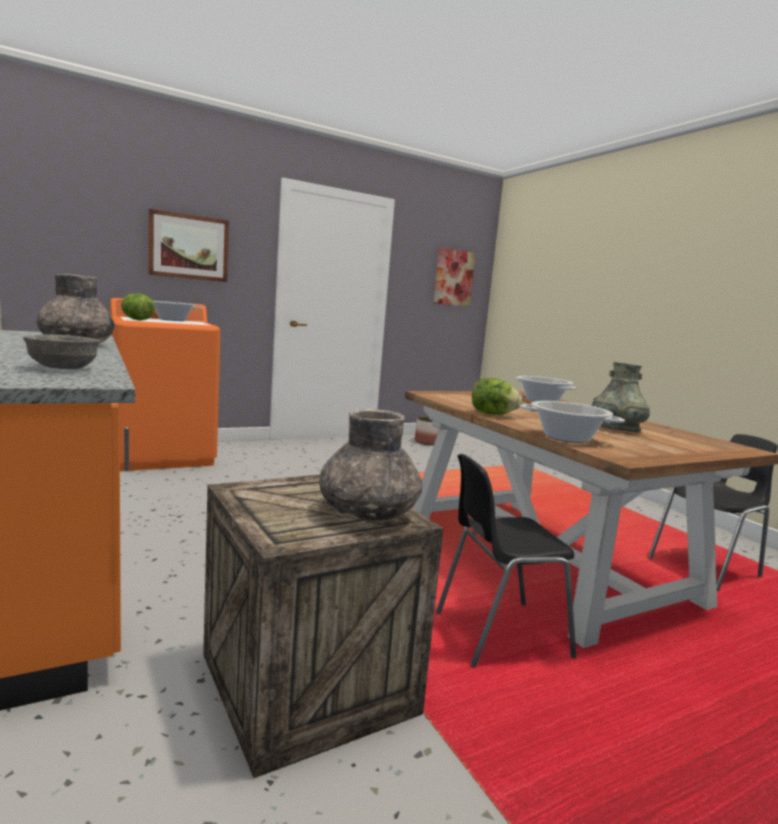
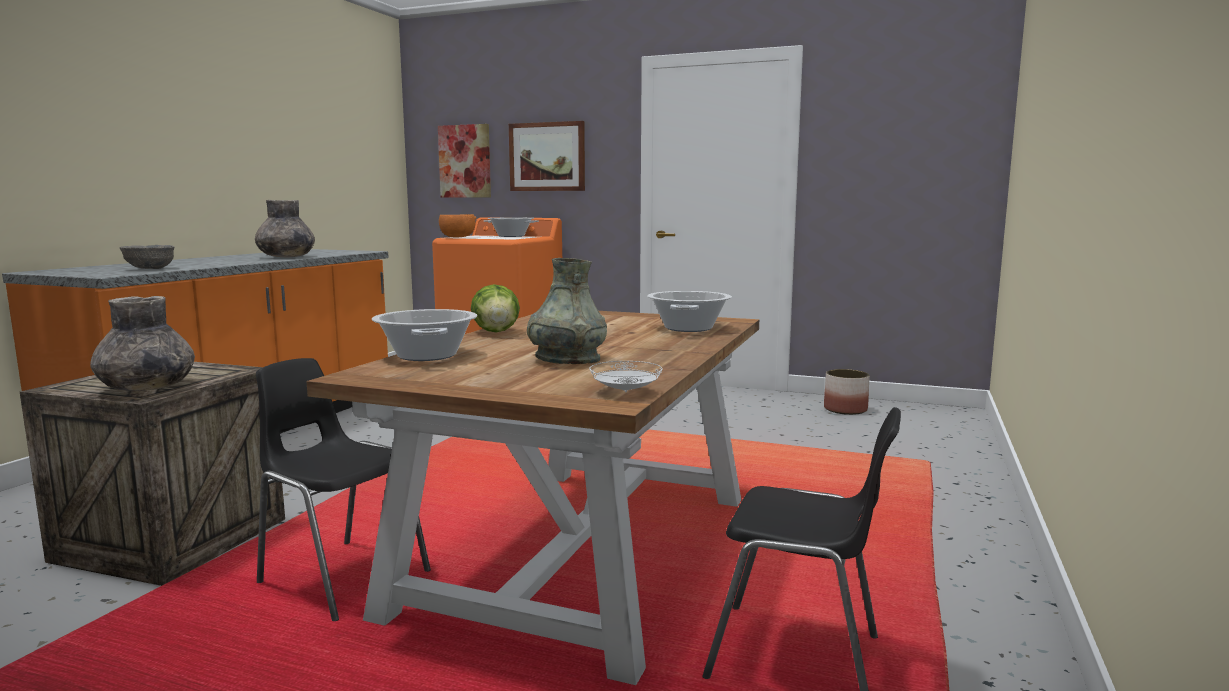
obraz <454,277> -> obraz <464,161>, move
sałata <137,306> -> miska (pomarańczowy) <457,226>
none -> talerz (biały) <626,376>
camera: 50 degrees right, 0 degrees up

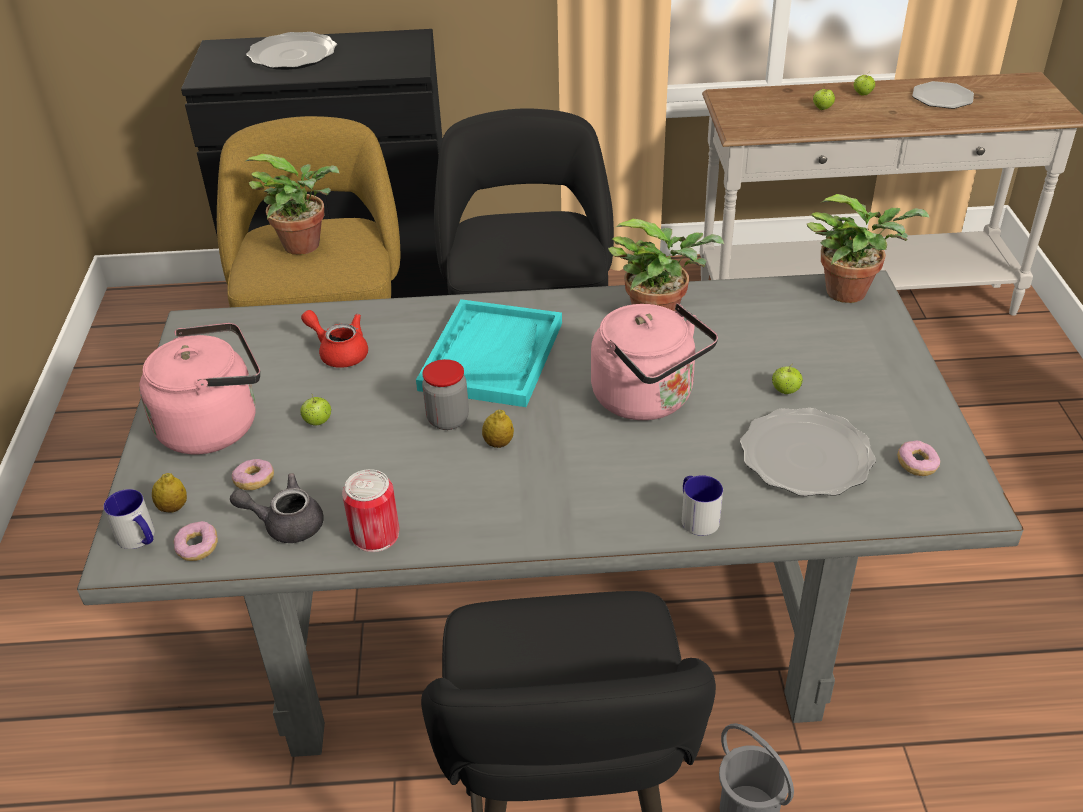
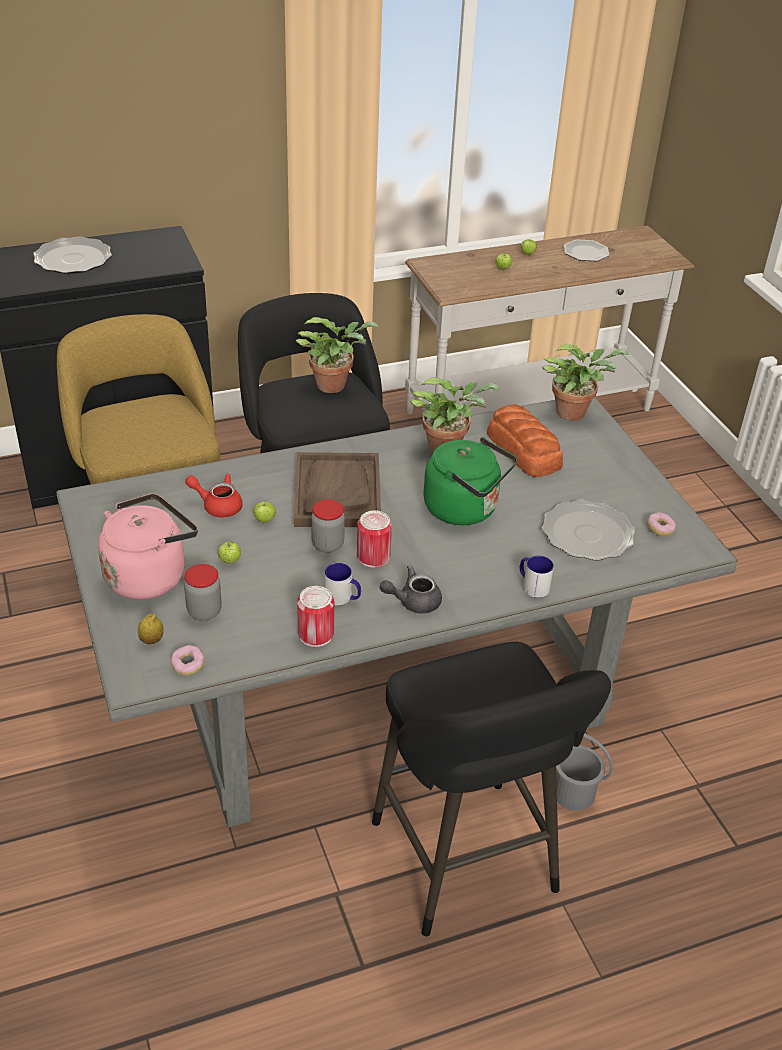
donut <253,474> -> słoik <203,592>
jabłko <787,378> -> jabłko <264,510>, move
taca (turkusowy) <489,353> -> taca (brązowy) <337,489>
roślina doniczkowa <292,204> -> roślina doniczkowa <337,355>, move
kubek <129,519> -> kubek <342,584>, move
cytryna <498,429> -> puszka <374,538>
imbryk (szary) <277,508> -> imbryk (szary) <411,589>, move
czajnik (różowy) <654,361> -> czajnik (zielony) <470,481>
none -> chleb <525,440>
camera: 20 degrees left, 0 degrees up

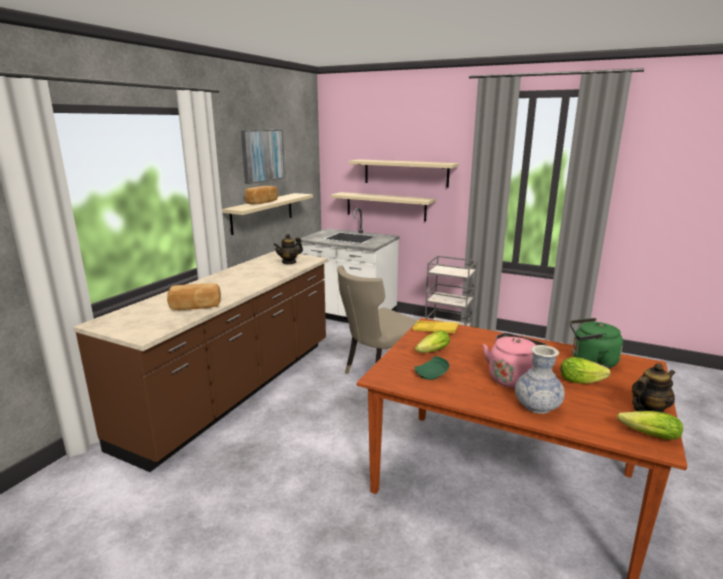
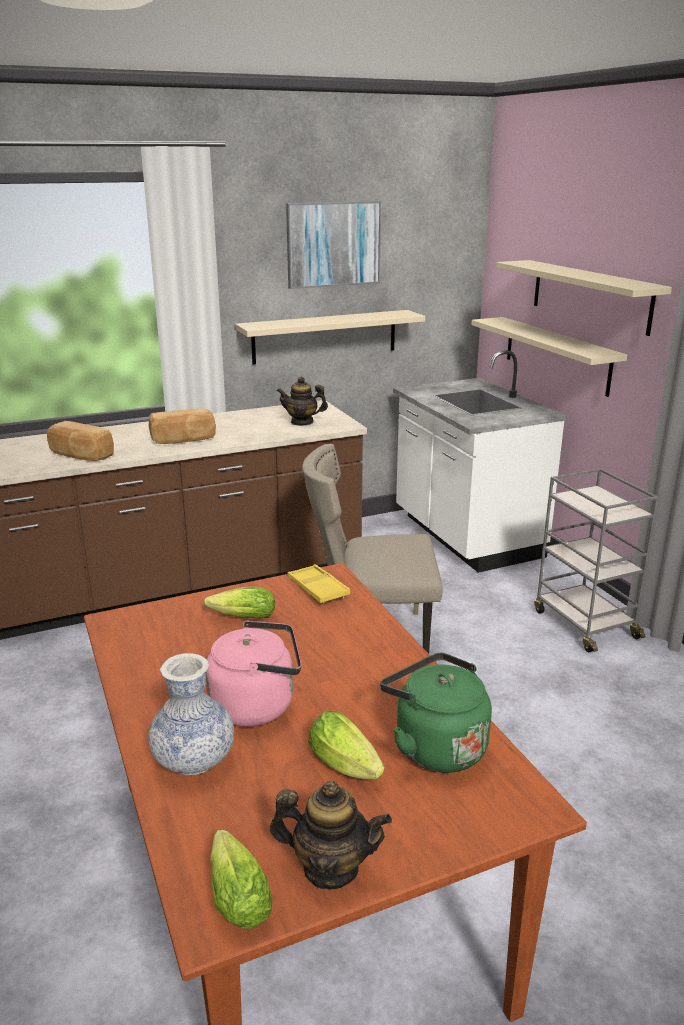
chleb <261,195> -> chleb <182,426>, move
talerz (zielony) <431,368> -> none
camera: 40 degrees right, 5 degrees up

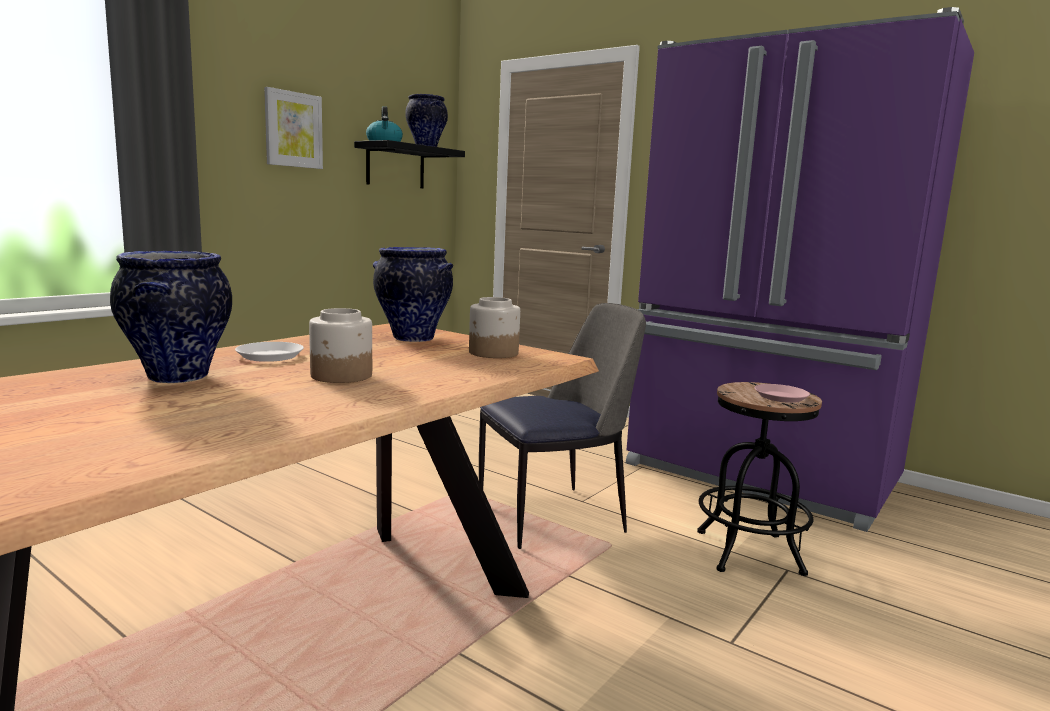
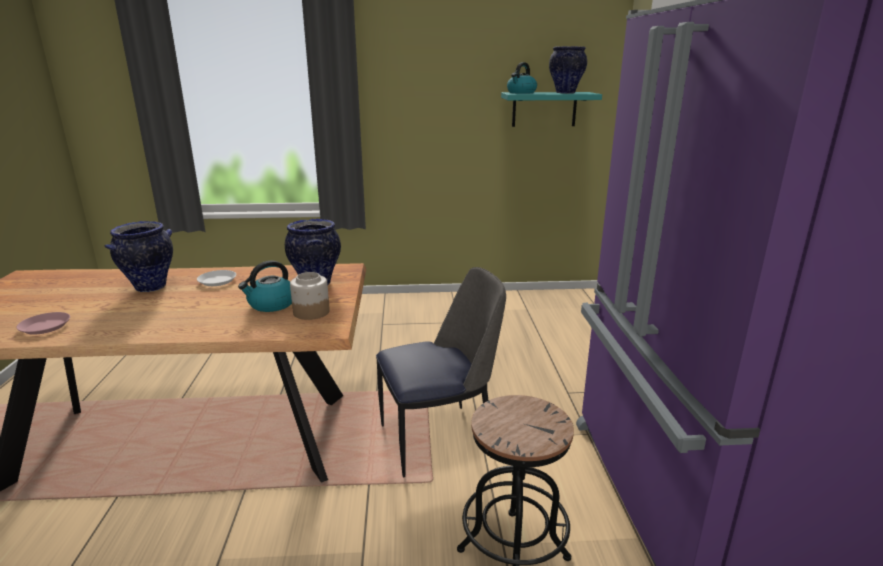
talerz (różowy) <782,393> -> talerz (różowy) <43,323>, move
none -> czajnik <265,286>
krzesło <562,426> -> krzesło <441,372>, 45 degrees counterclockwise
półka (czarny) <409,164> -> półka (turkusowy) <551,109>
obraz <293,128> -> none
słoik <340,345> -> none
camera: 50 degrees right, 10 degrees up

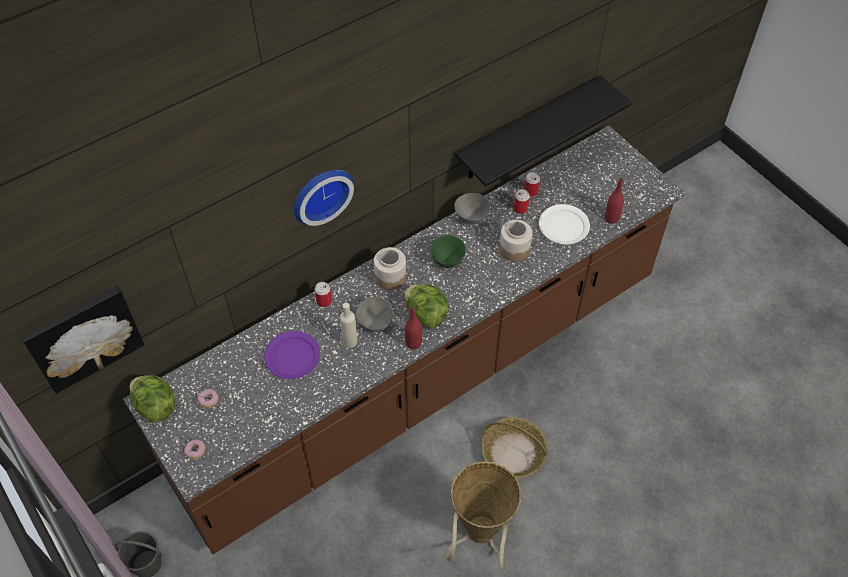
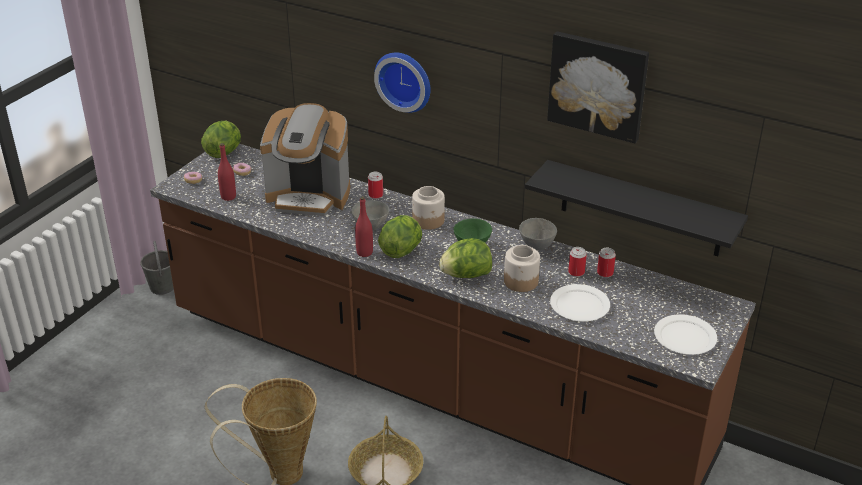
butelka (czerwony) <614,201> -> butelka (czerwony) <227,172>, move
talerz (fioletowy) <292,355> -> ekspres do kawy <305,159>
none -> sałata <465,258>
obraz <83,340> -> obraz <598,87>, move
none -> talerz (biały) <685,334>
butelka (beżowy) <349,325> -> none
camera: 65 degrees right, 20 degrees down

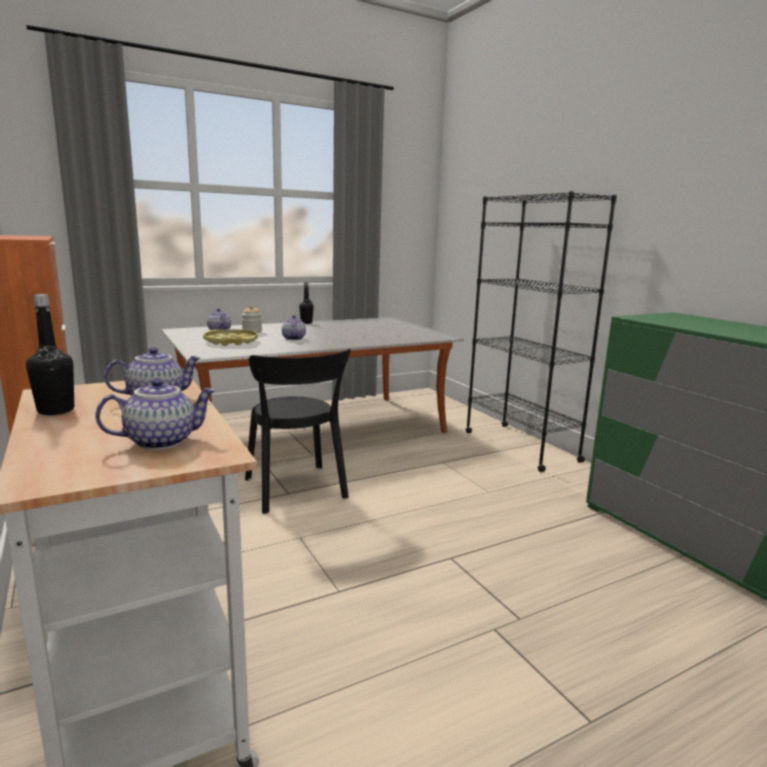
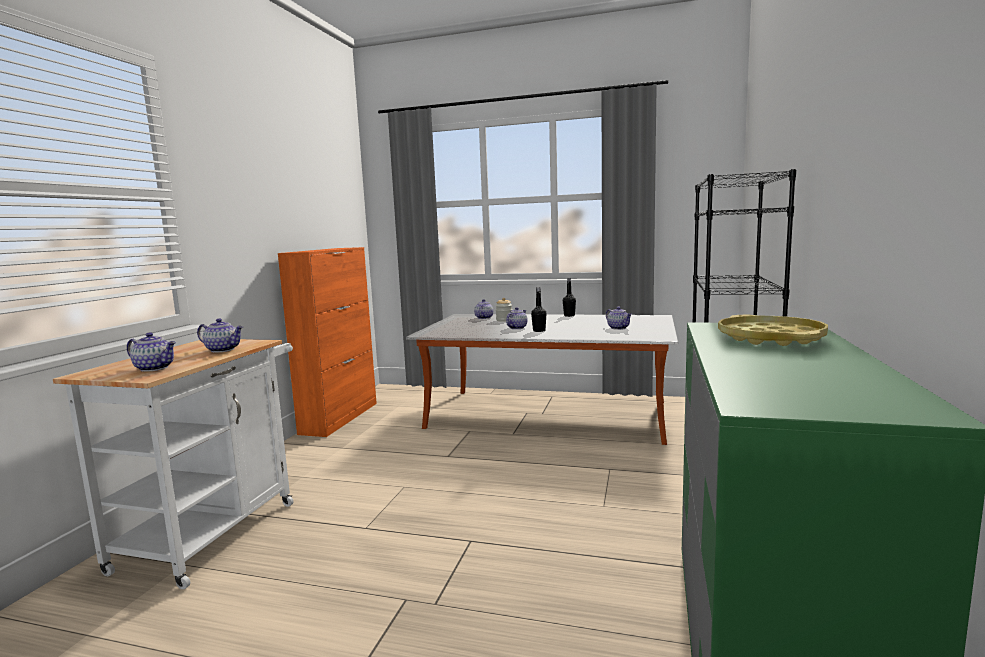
butelka (czarny) <50,354> -> butelka (czarny) <539,309>, move
none -> imbryk <619,318>
taca (żółty) <230,337> -> taca (żółty) <773,330>, move
krzesło (czarny) <298,431> -> none
camera: 45 degrees right, 5 degrees down

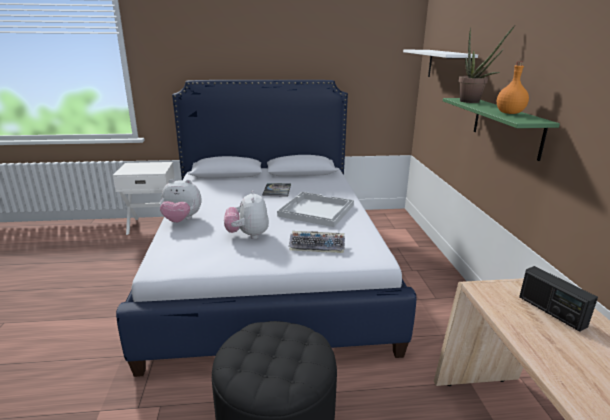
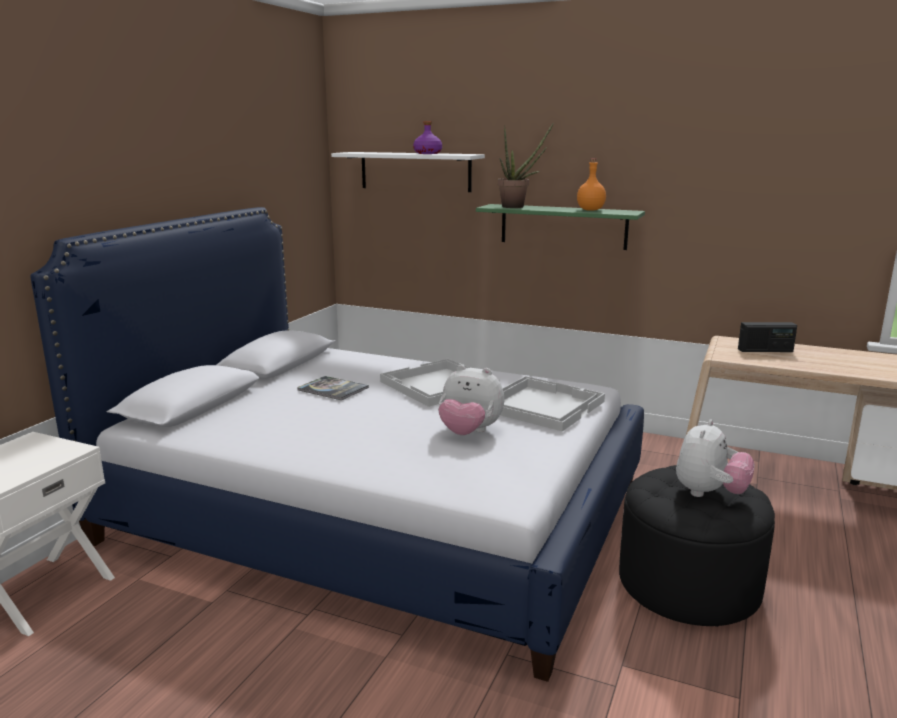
none -> butelka (fioletowy) <427,137>
klawiatura <317,242> -> taca (biały) <552,403>
pluszak <181,201> -> pluszak <715,458>, move
camera: 60 degrees left, 5 degrees down

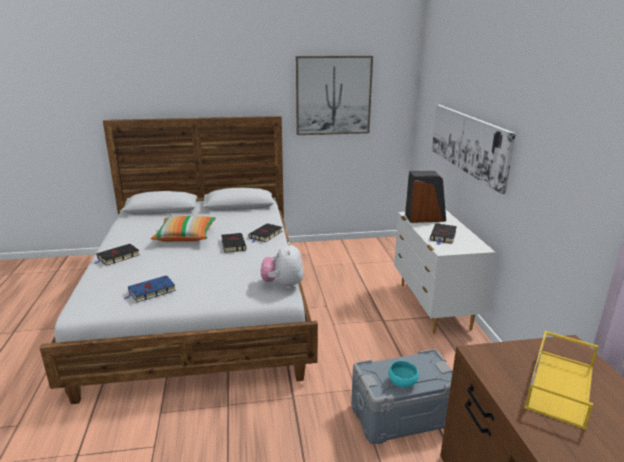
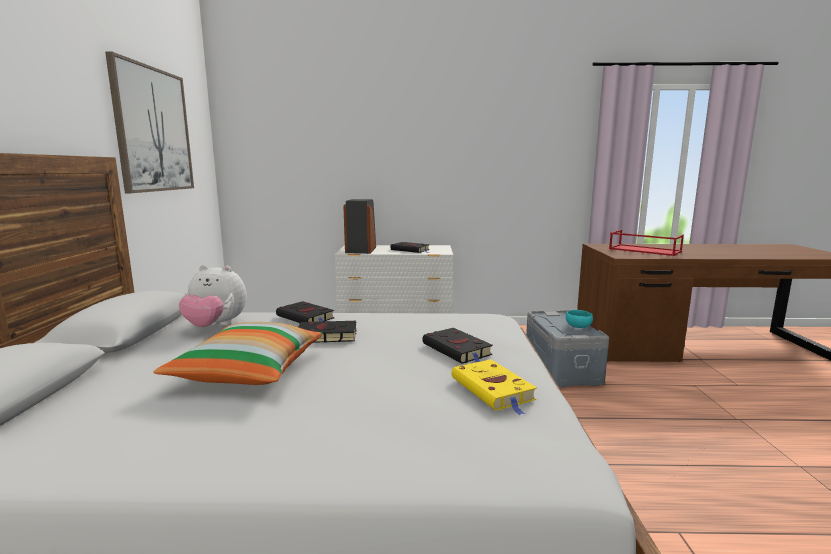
pluszak <282,265> -> pluszak <213,296>, move
książka (czarny) <117,255> -> książka (czarny) <457,346>, move
książka (niebieski) <150,289> -> książka (żółty) <494,387>
taca (żółty) <561,380> -> taca (czerwony) <646,243>
obraz <474,149> -> none
camera: 80 degrees left, 10 degrees down

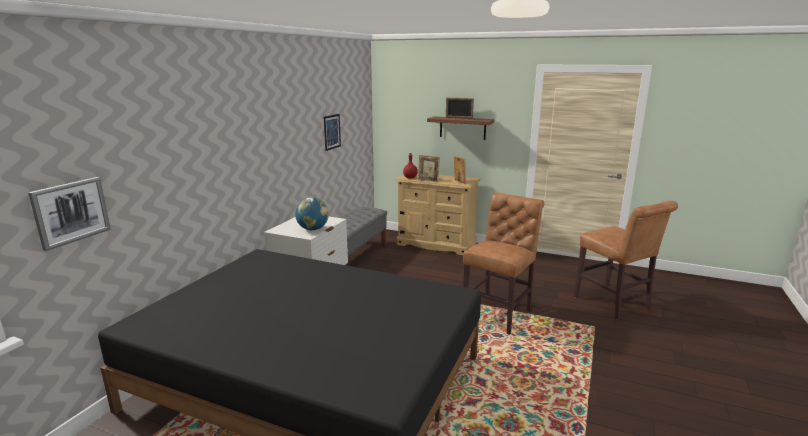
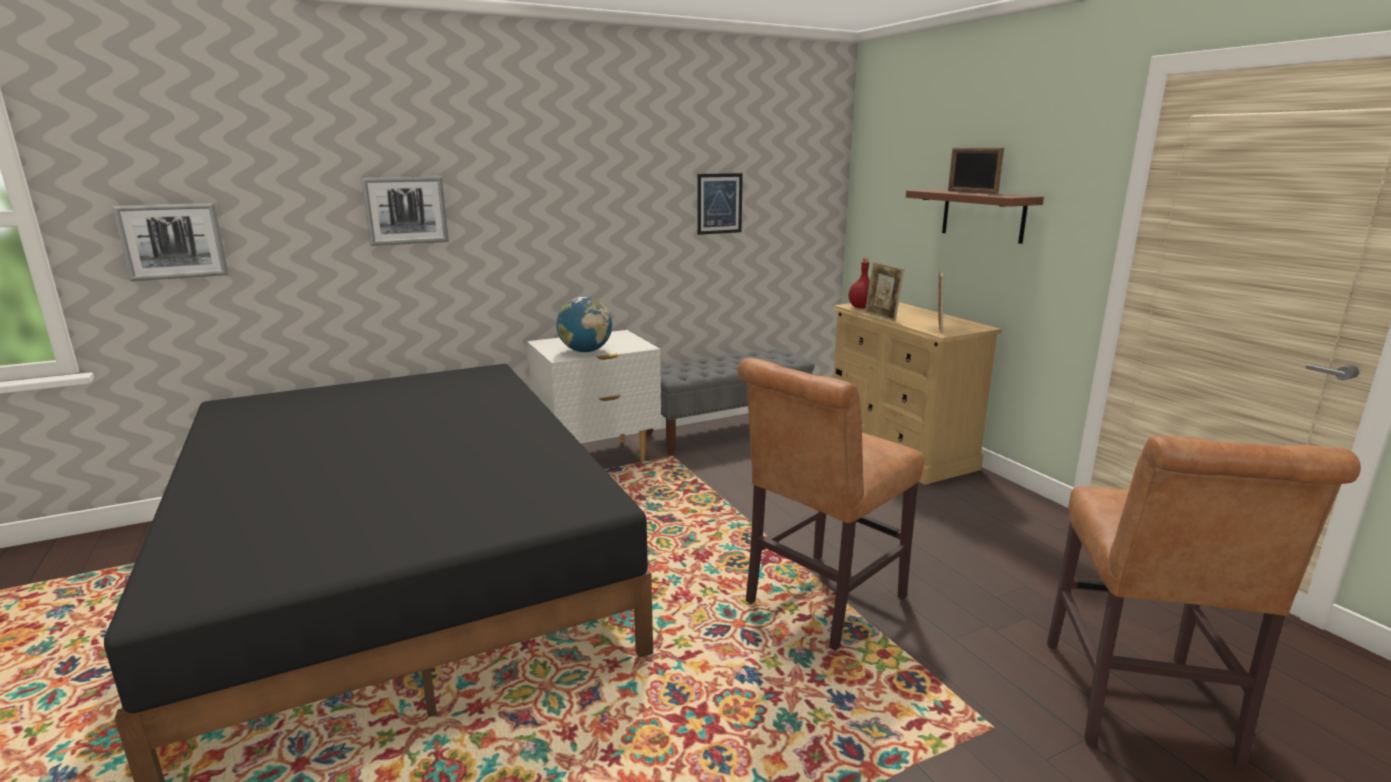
none -> obraz <405,211>
krzesło (brązowy) <504,264> -> krzesło (brązowy) <830,504>, 150 degrees clockwise
camera: 40 degrees right, 0 degrees up

